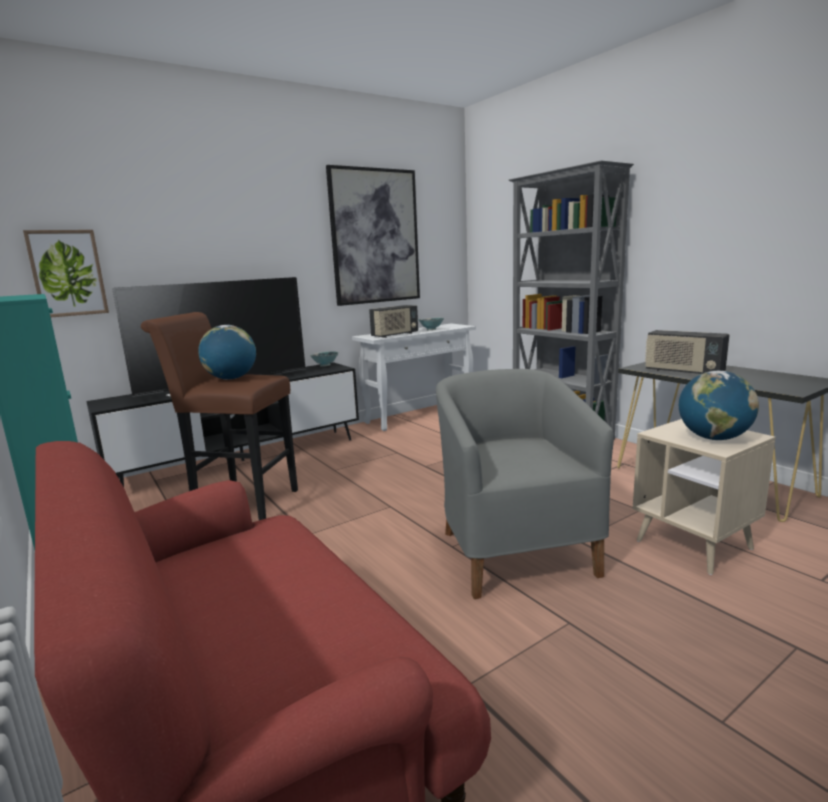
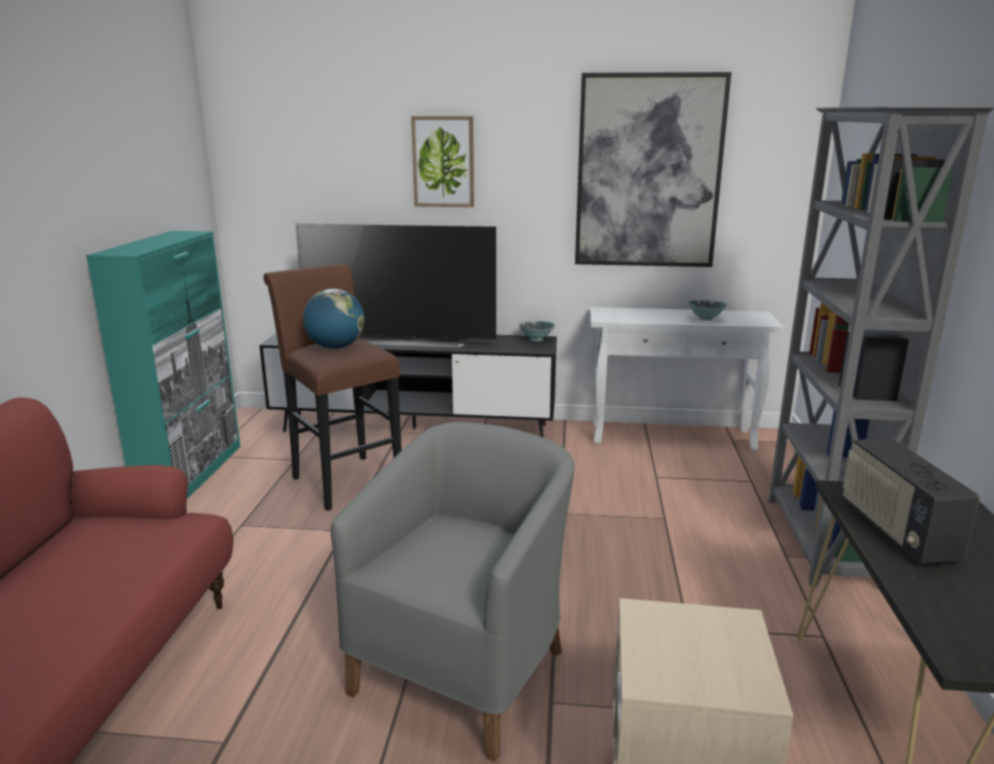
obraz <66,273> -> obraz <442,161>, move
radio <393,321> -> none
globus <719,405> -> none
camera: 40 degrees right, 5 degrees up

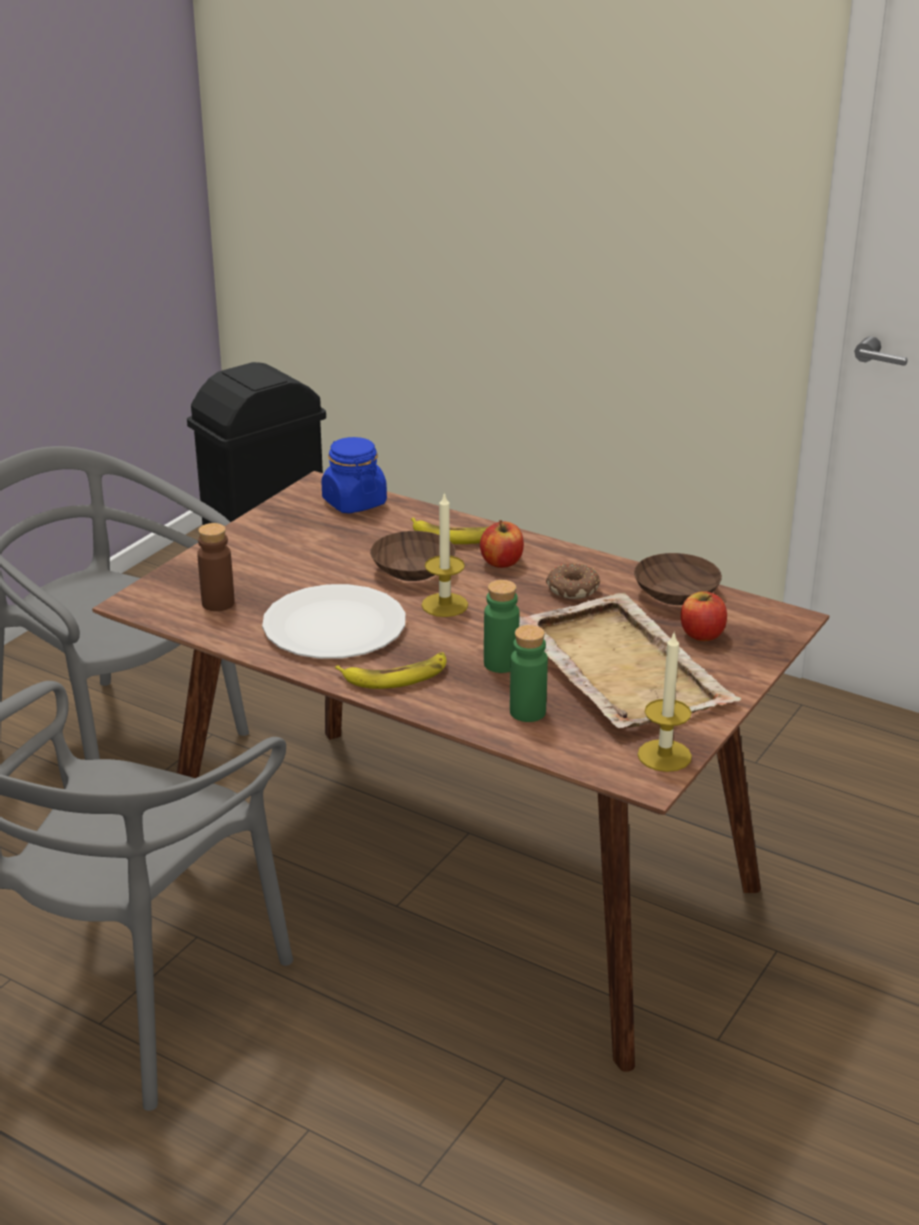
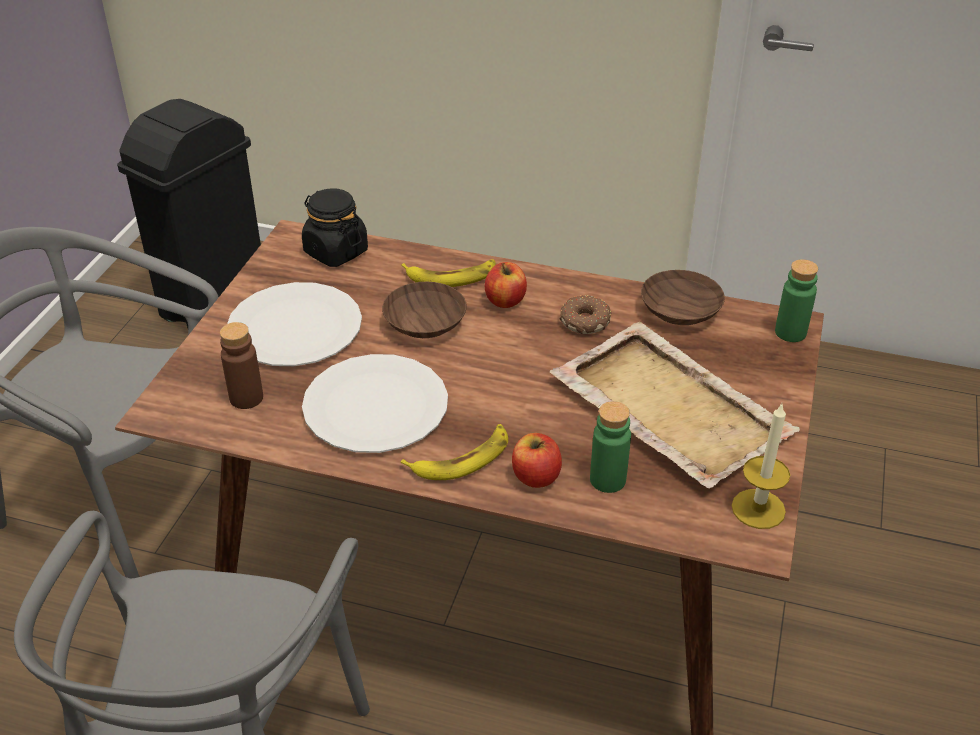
none -> talerz (biały) <294,324>
słoik (niebieski) <354,475> -> słoik (czarny) <335,227>
jabłko <704,616> -> jabłko <537,460>, move
butelka (zielony) <501,626> -> butelka (zielony) <796,300>, move
świeca <445,554> -> none
camera: 15 degrees left, 10 degrees up

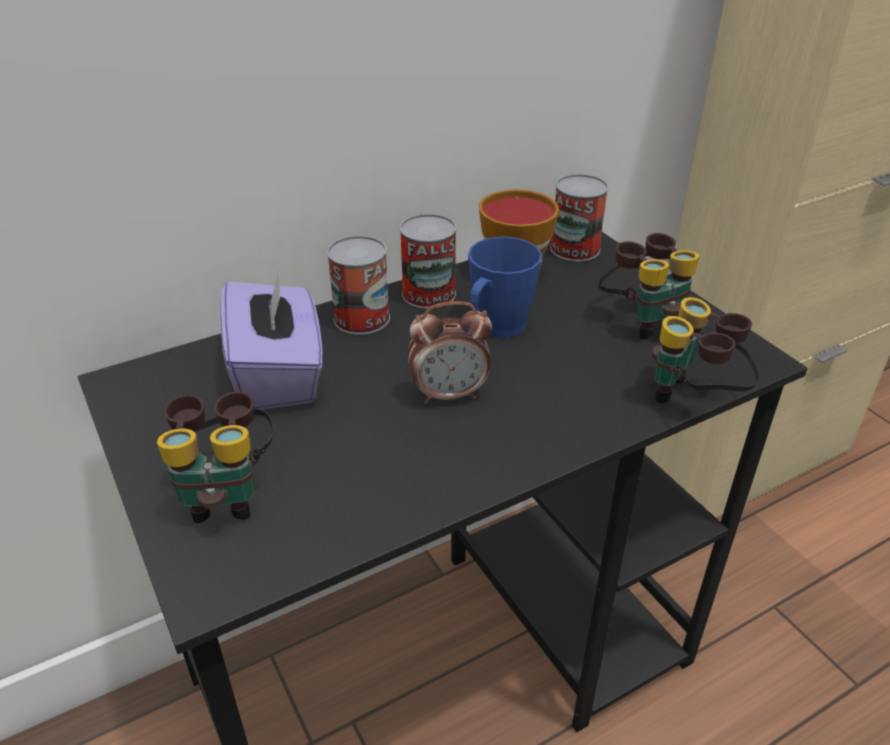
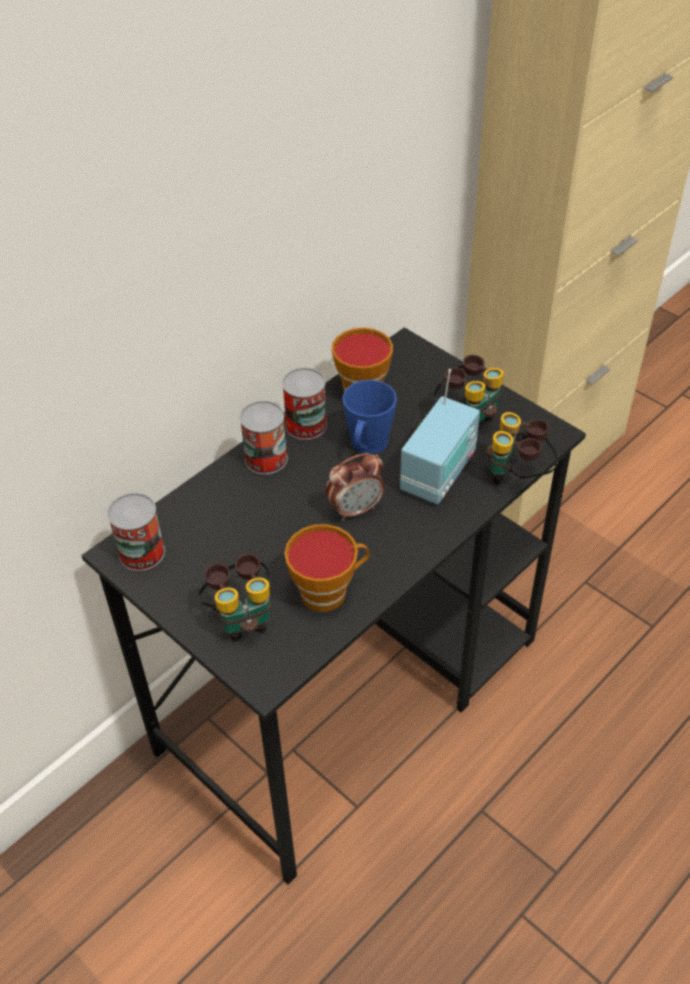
puszka <579,218> -> puszka <136,532>, move
none -> filiżanka <326,568>
none -> radio <440,436>
pudełko chusteczek (fioletowy) <272,338> -> none
camera: 15 degrees left, 10 degrees up

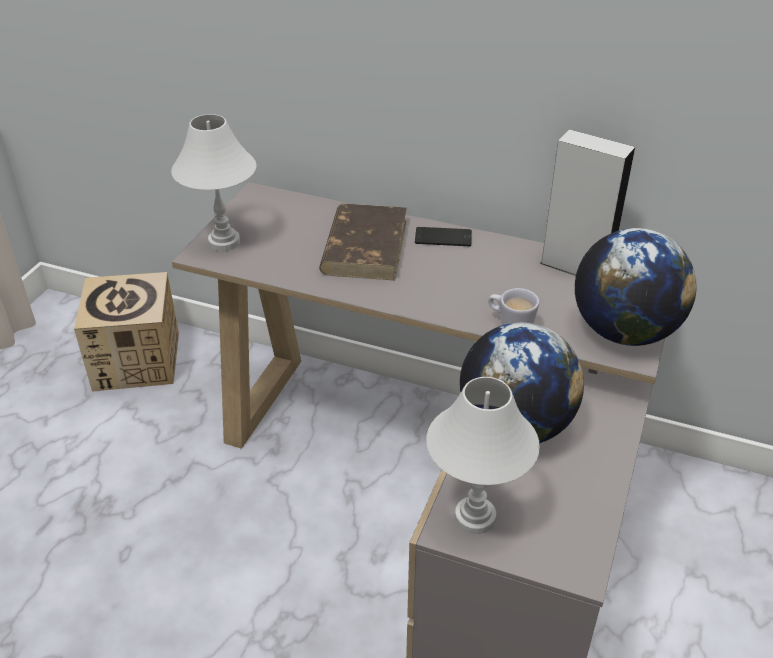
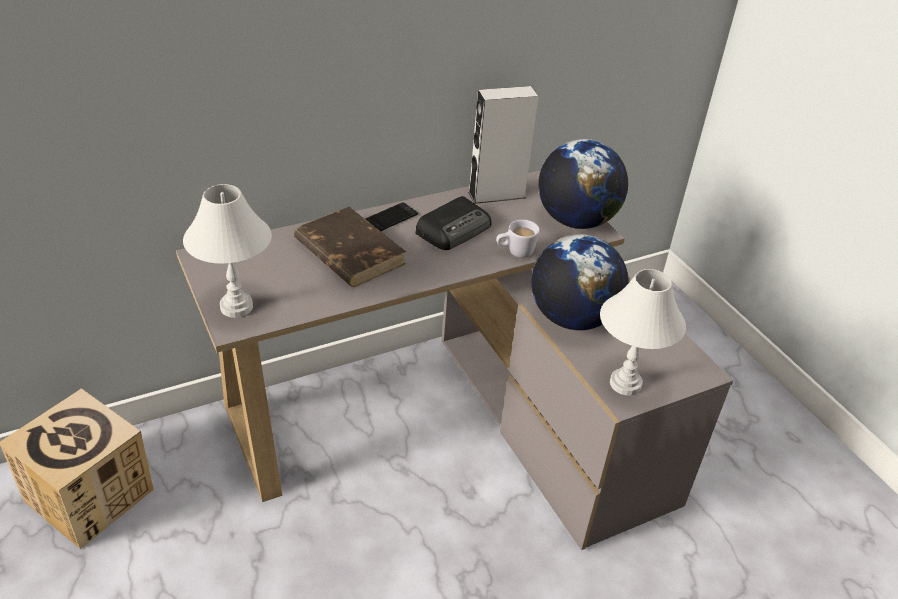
none -> radio <453,223>
camera: 50 degrees left, 0 degrees up

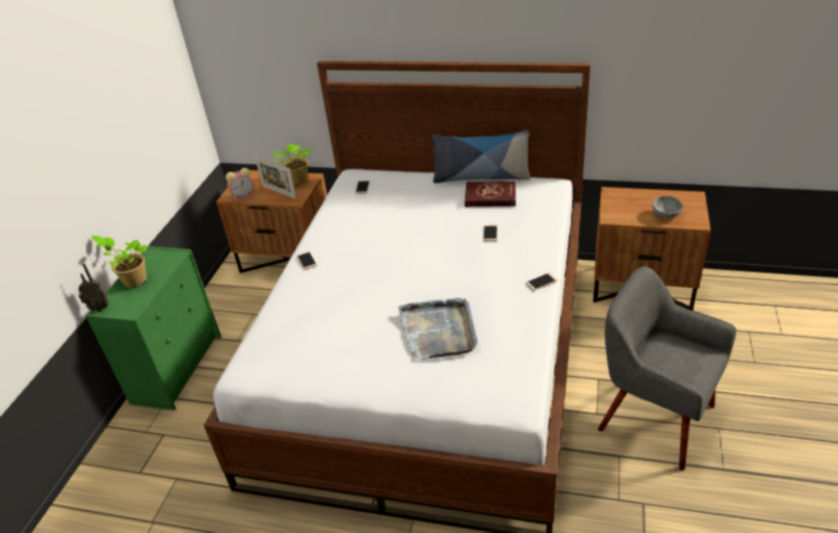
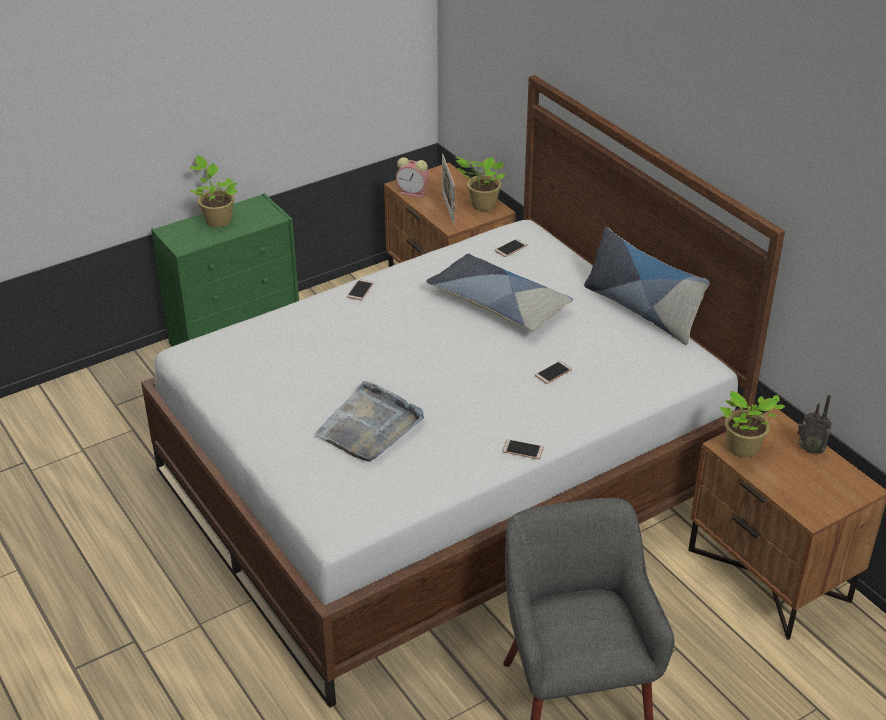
none -> poduszka <499,293>
none -> roślina doniczkowa <752,424>
radio <93,287> -> radio <814,424>, move
książka (czerwony) <490,194> -> none
miska (szary) <667,207> -> none
camera: 40 degrees right, 0 degrees up

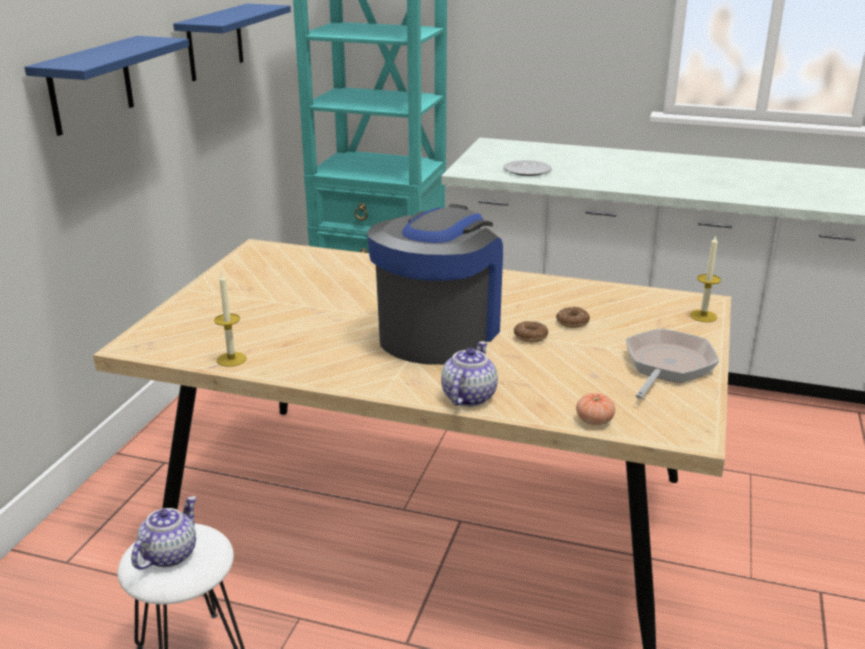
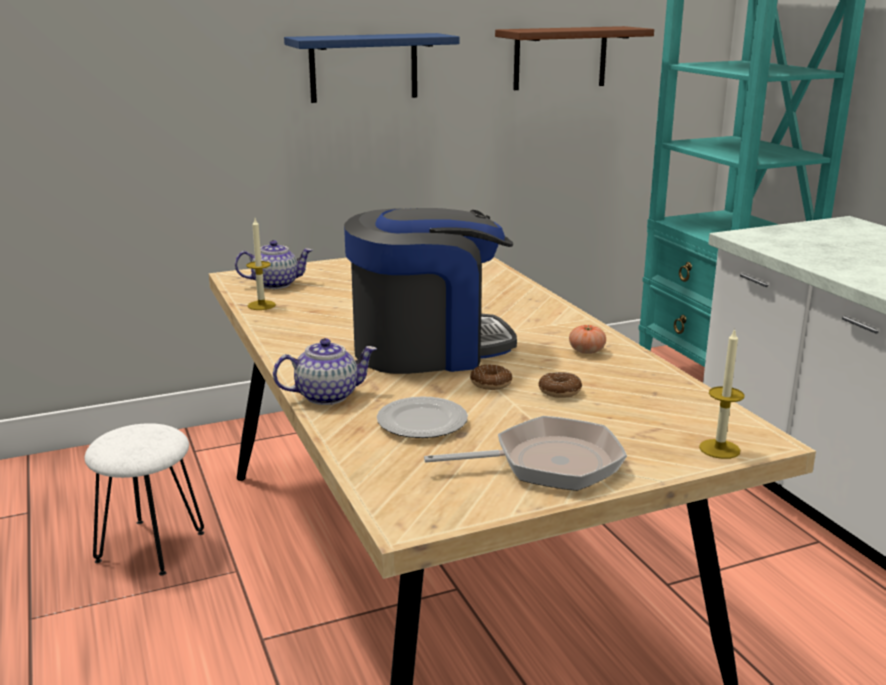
imbryk <163,533> -> imbryk <274,264>, move
talerz <527,168> -> talerz <422,417>, move
półka (niebieski) <232,42> -> półka (brązowy) <574,58>
pomidor <595,409> -> pomidor <587,339>, move
camera: 50 degrees right, 5 degrees down

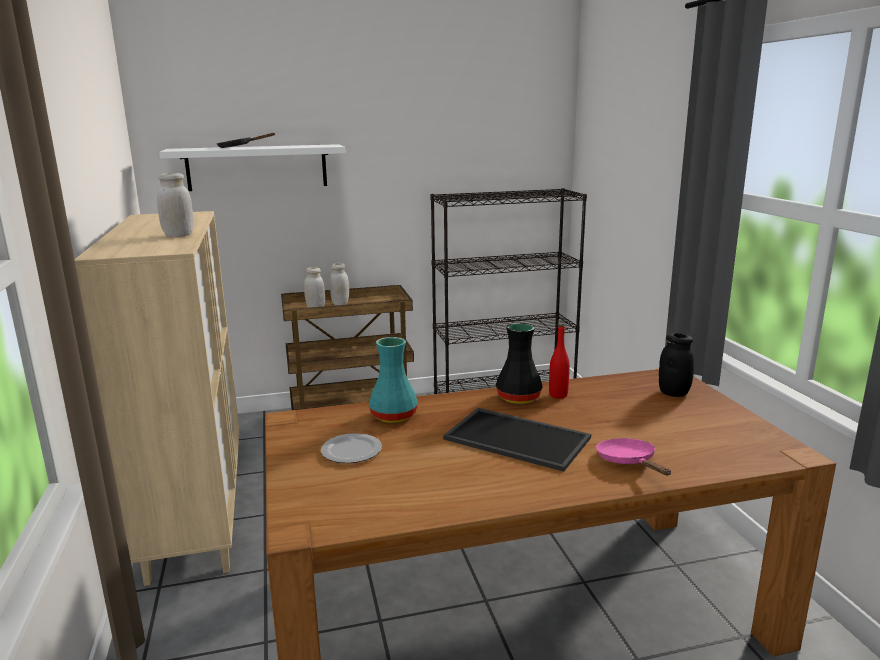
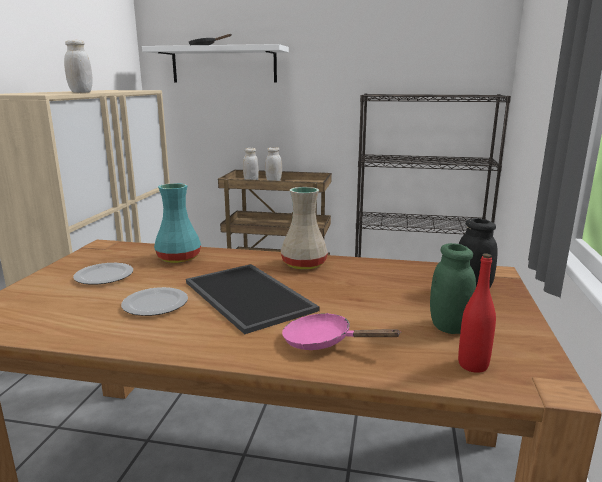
none -> talerz <154,301>
wazon (czarny) <519,363> -> wazon (beżowy) <304,228>
patelnia (różowy) <633,456> -> patelnia (różowy) <341,331>, 75 degrees counterclockwise
none -> słoik (zielony) <453,288>
butelka (czerwony) <559,361> -> butelka (czerwony) <477,313>, move
camera: 25 degrees right, 0 degrees up

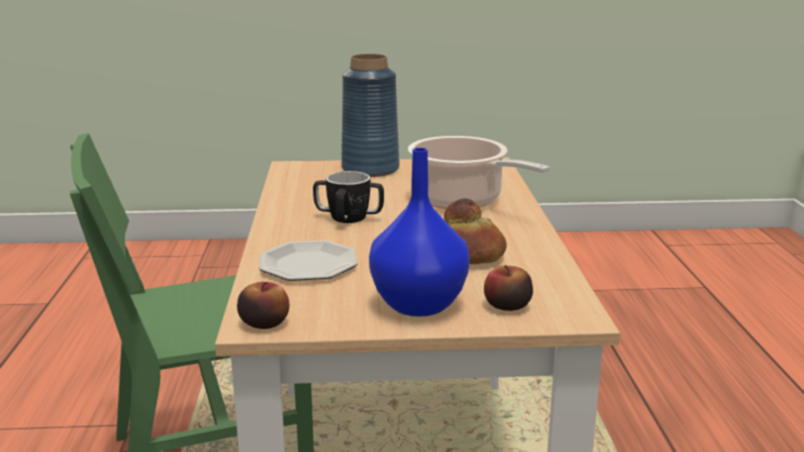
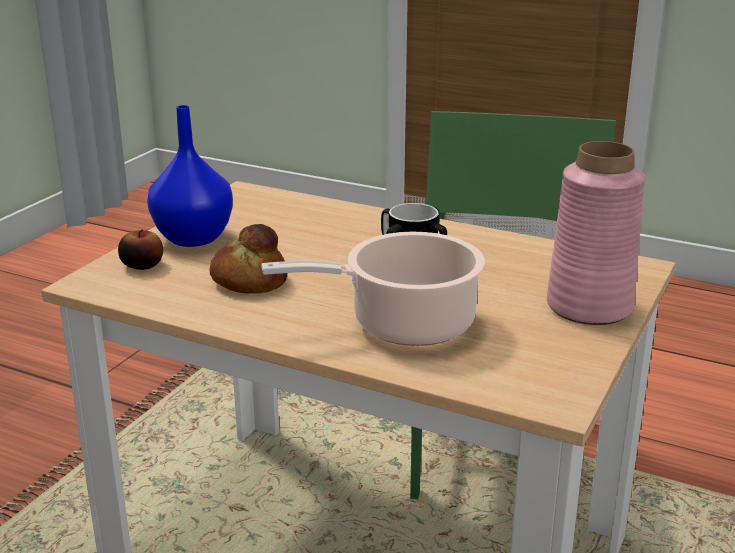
wazon (niebieski) <370,115> -> wazon (różowy) <596,233>
jabłko <263,305> -> none
talerz <308,260> -> none
camera: 120 degrees right, 5 degrees up

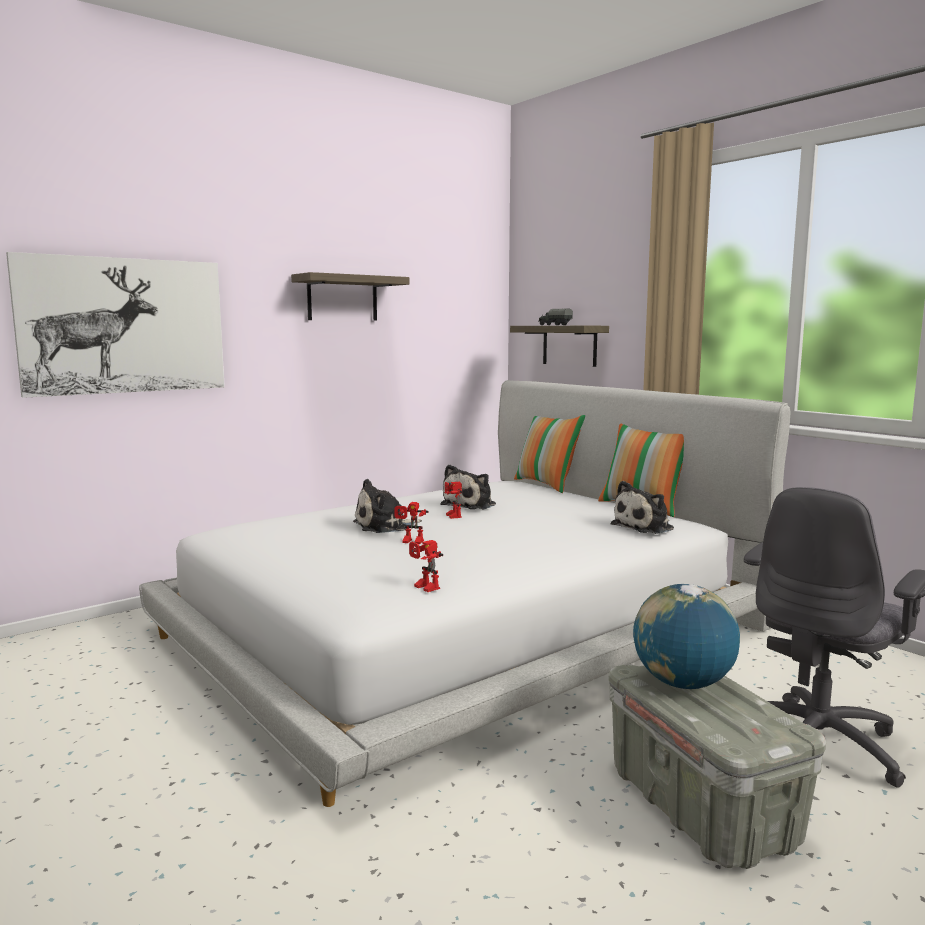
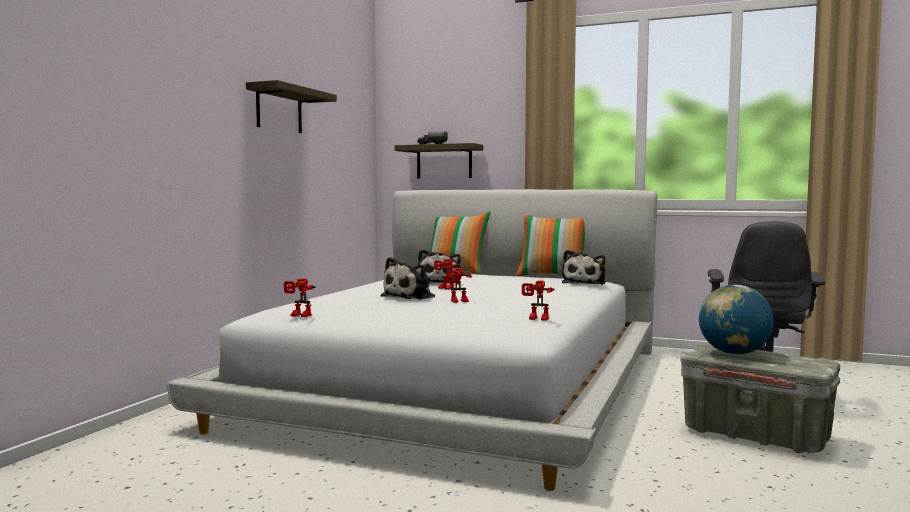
none -> robot zabawkowy <300,297>
obraz <115,325> -> none
camera: 30 degrees left, 5 degrees down

